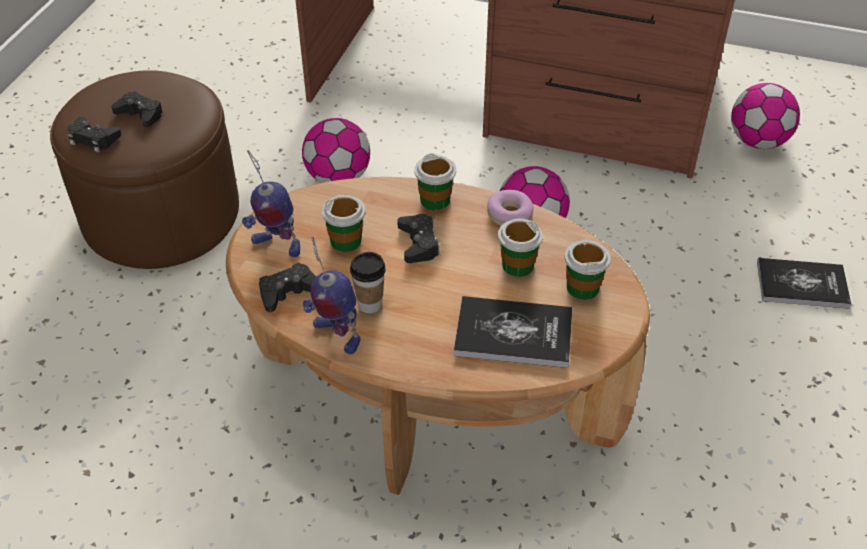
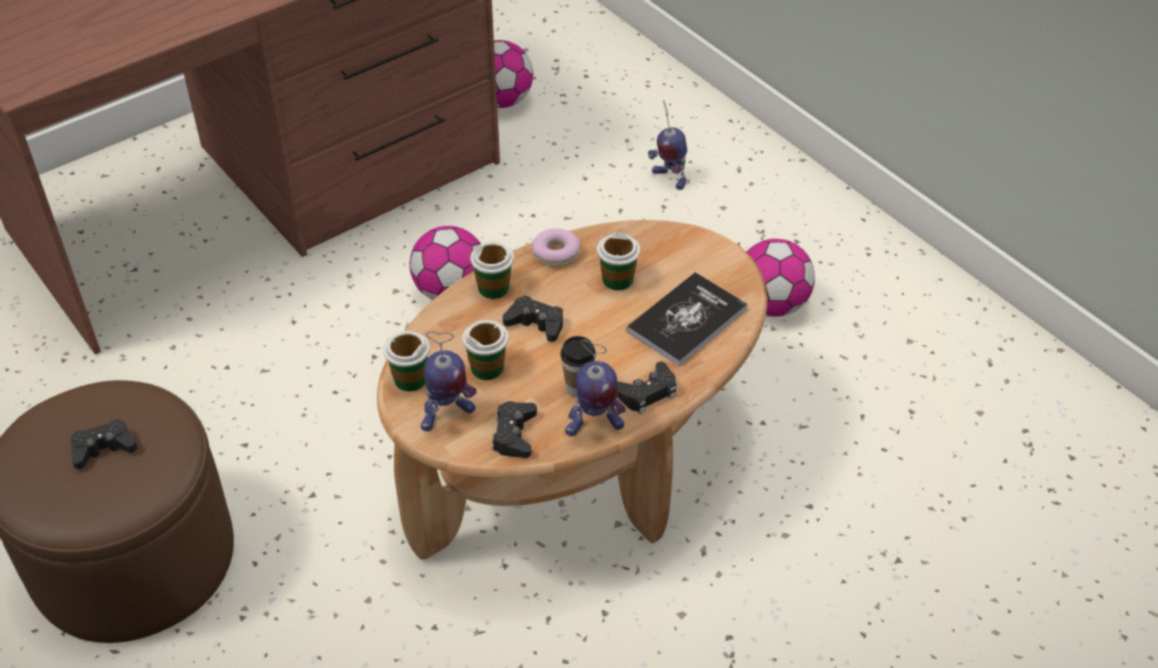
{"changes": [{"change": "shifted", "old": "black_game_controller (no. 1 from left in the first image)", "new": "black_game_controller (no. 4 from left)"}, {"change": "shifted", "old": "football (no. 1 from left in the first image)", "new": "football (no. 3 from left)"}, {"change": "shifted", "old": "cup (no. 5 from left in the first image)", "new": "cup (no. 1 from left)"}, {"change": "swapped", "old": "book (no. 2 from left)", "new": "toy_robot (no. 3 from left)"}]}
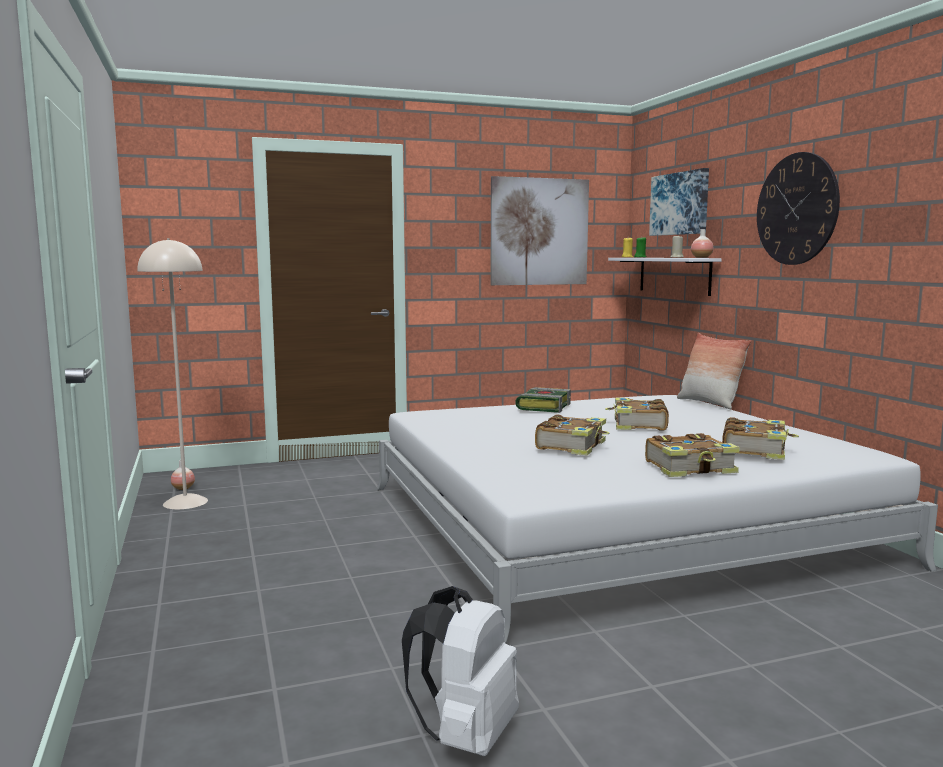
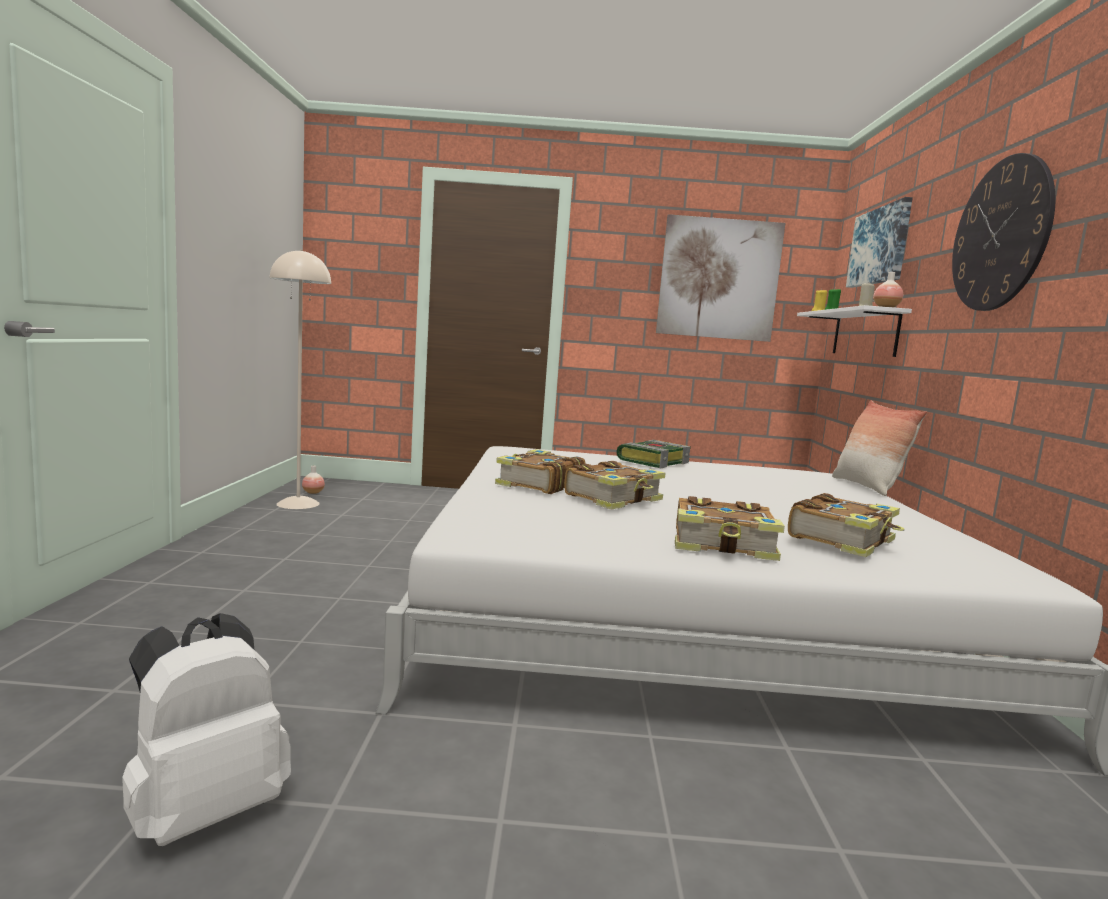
{"changes": [{"change": "shifted", "old": "book (no. 3 from left in the first image)", "new": "book (no. 1 from left)"}]}
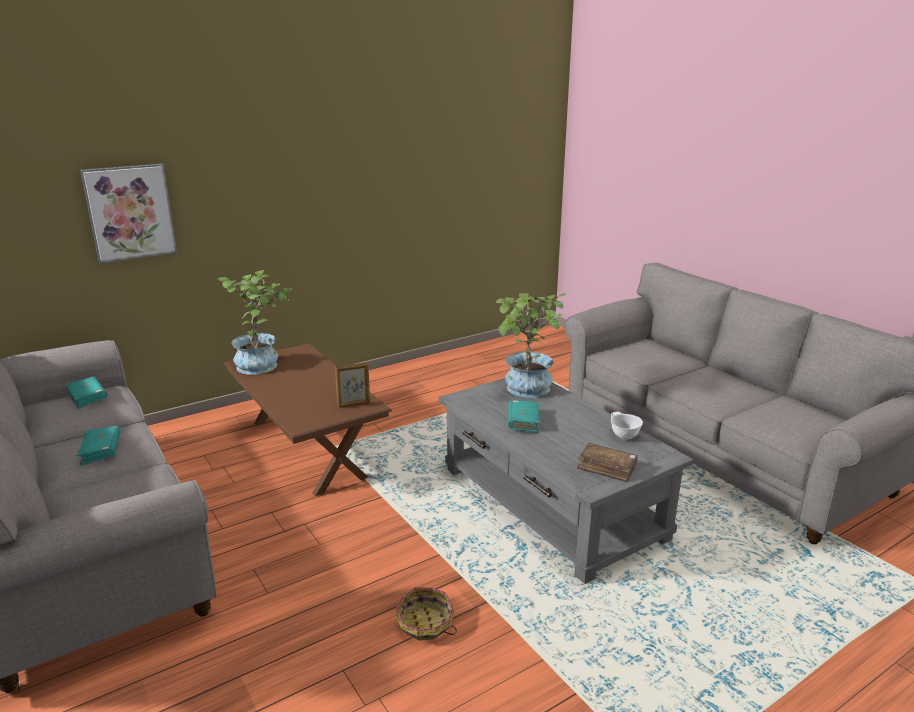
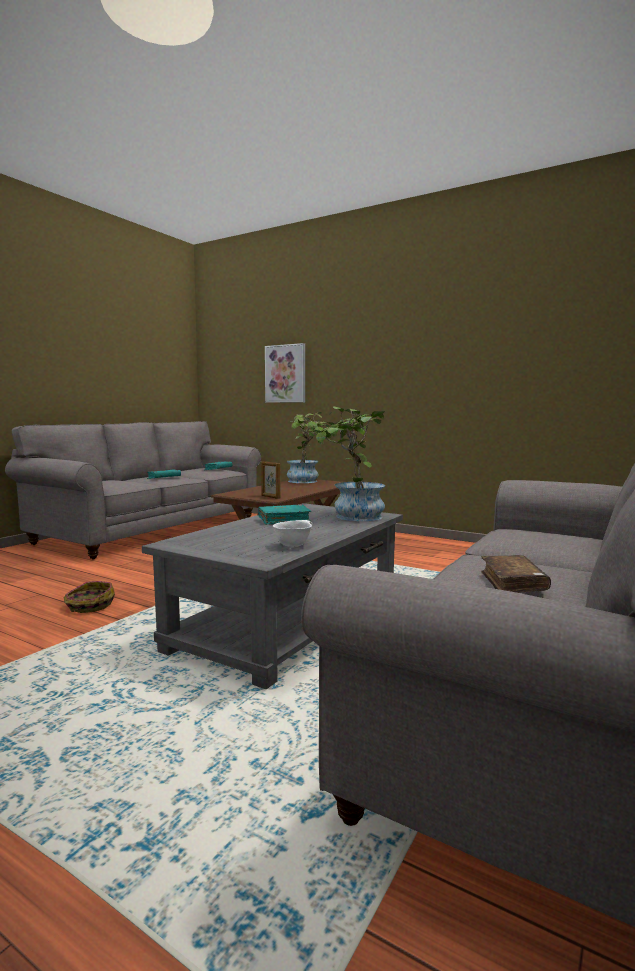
{"changes": [{"change": "shifted", "old": "brown_book"}]}
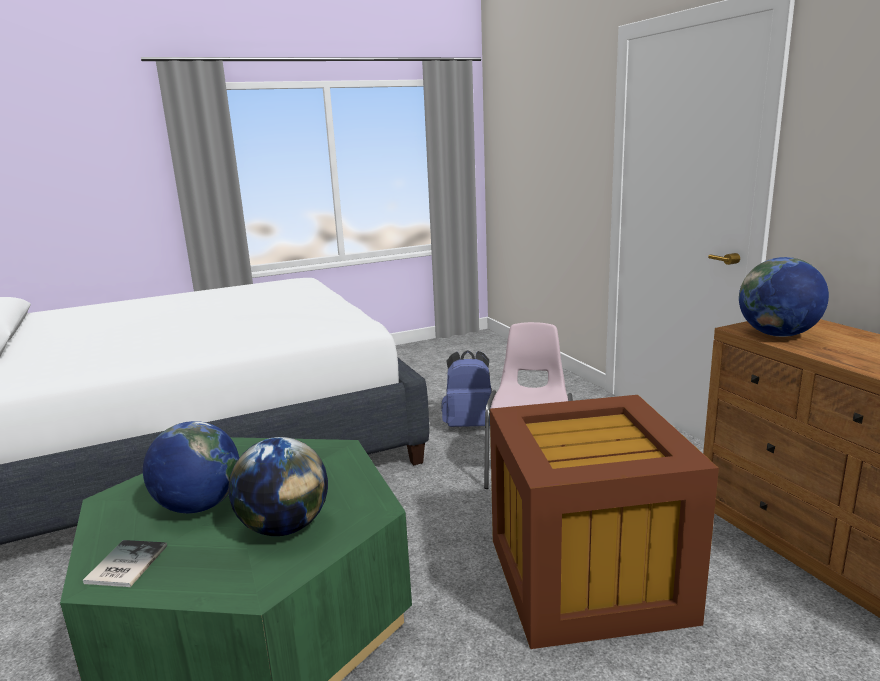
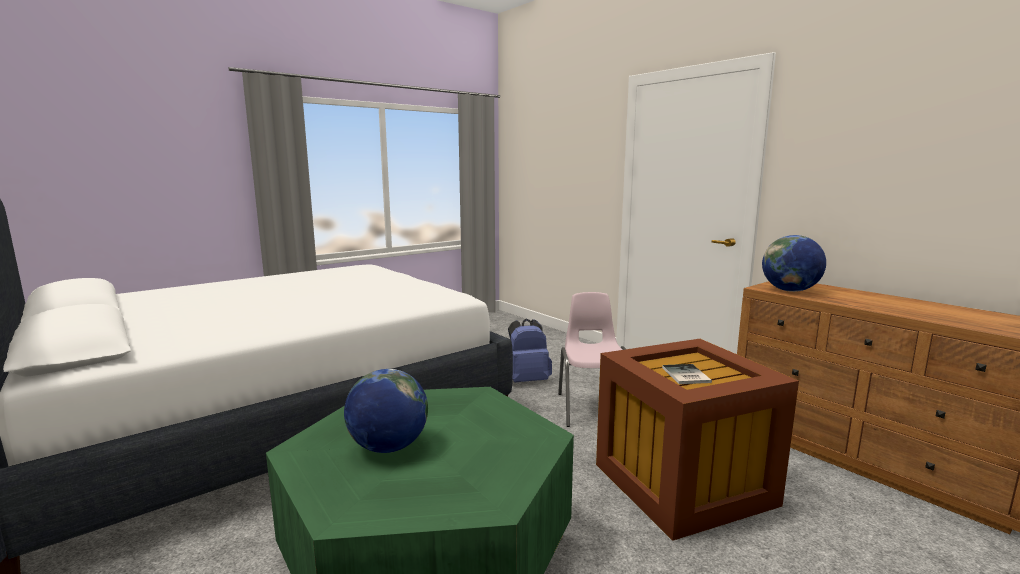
{"changes": [{"change": "gone", "old": "globe (no. 2 from left)"}, {"change": "shifted", "old": "book"}]}
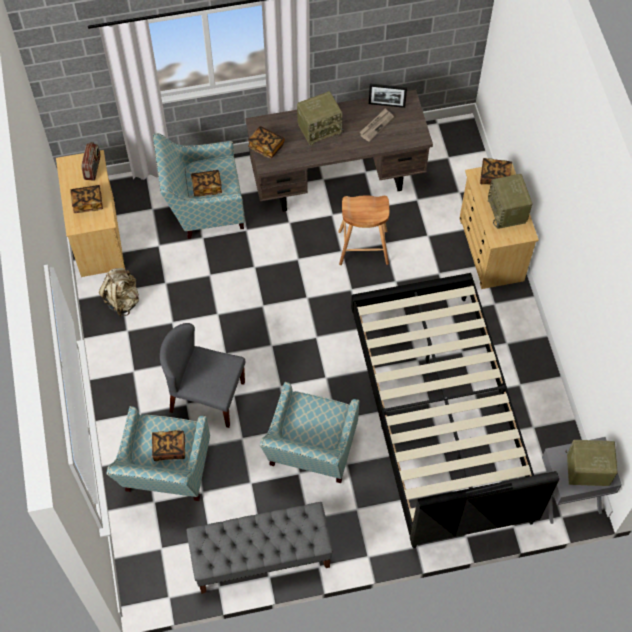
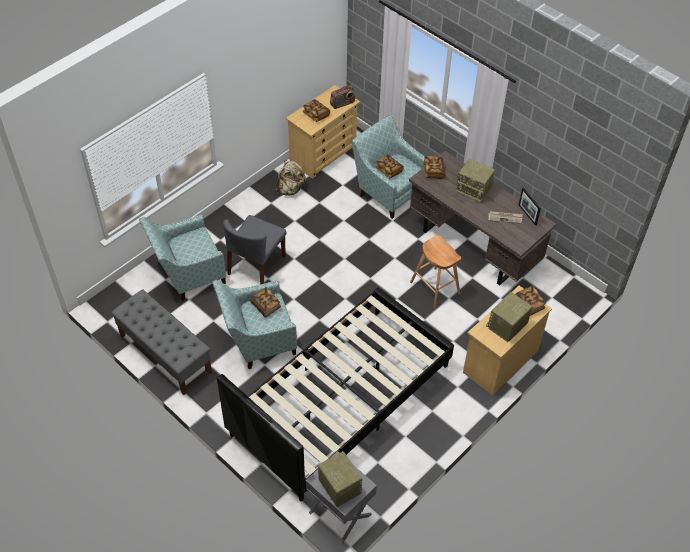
{"changes": [{"change": "rotated", "old": "grey_chair", "degrees": -135}, {"change": "shifted", "old": "book (no. 2 from left in the first image)", "new": "book (no. 1 from left)"}]}
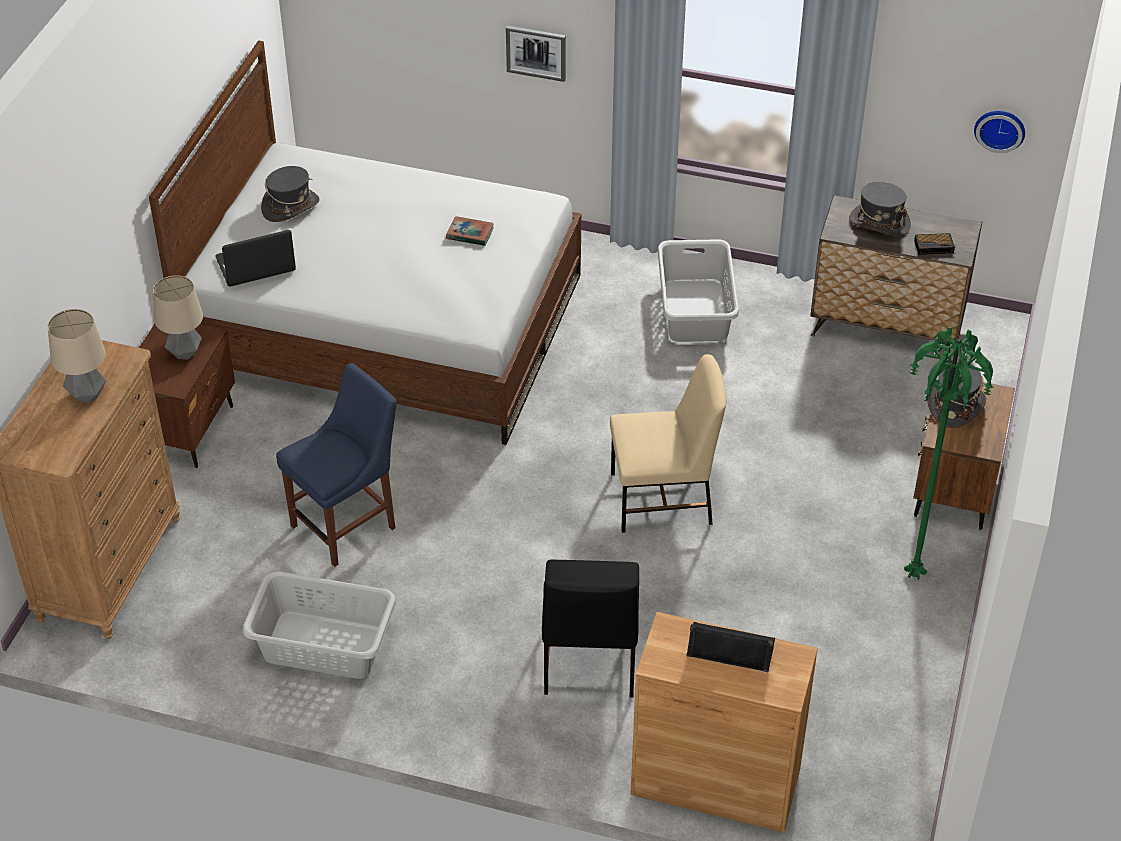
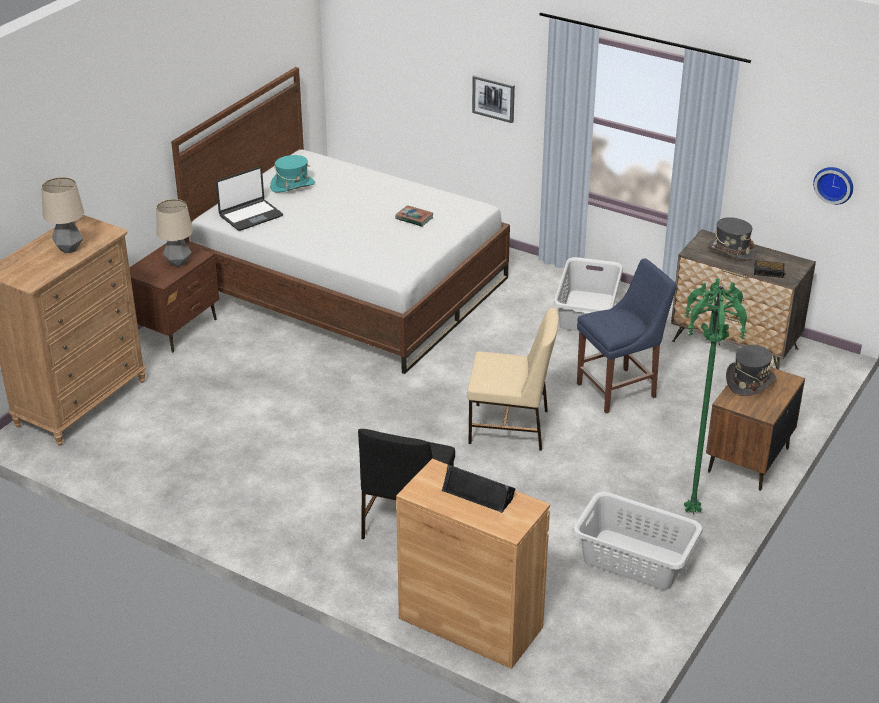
{"changes": [{"change": "repainted", "old": "grey_hat (no. 1 from left)", "new": "turquoise_hat"}, {"change": "rotated", "old": "laptop", "degrees": 150}, {"change": "shifted", "old": "blue_chair"}, {"change": "shifted", "old": "grey_laundry_basket (no. 1 from left in the first image)", "new": "grey_laundry_basket (no. 2 from left)"}]}
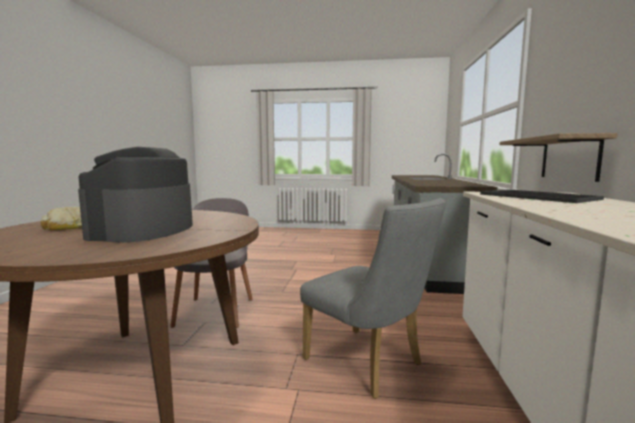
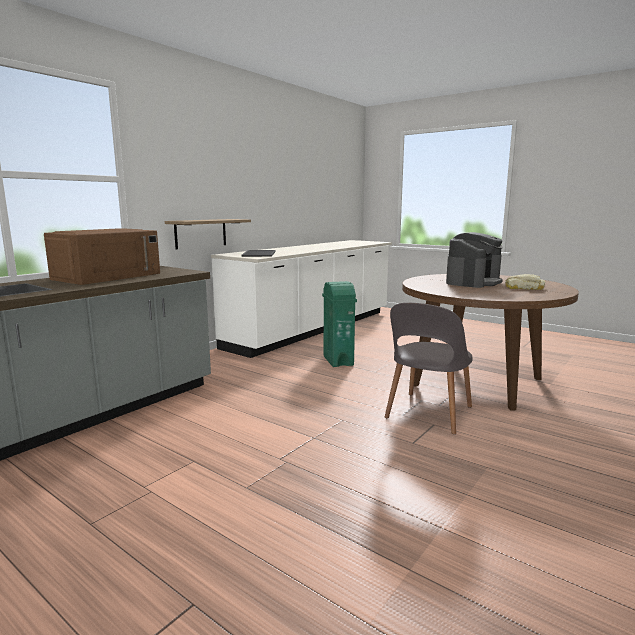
{"changes": [{"change": "swapped", "old": "grey_chair (no. 2 from left)", "new": "green_trash_can"}, {"change": "new", "new": "brown_microwave"}]}
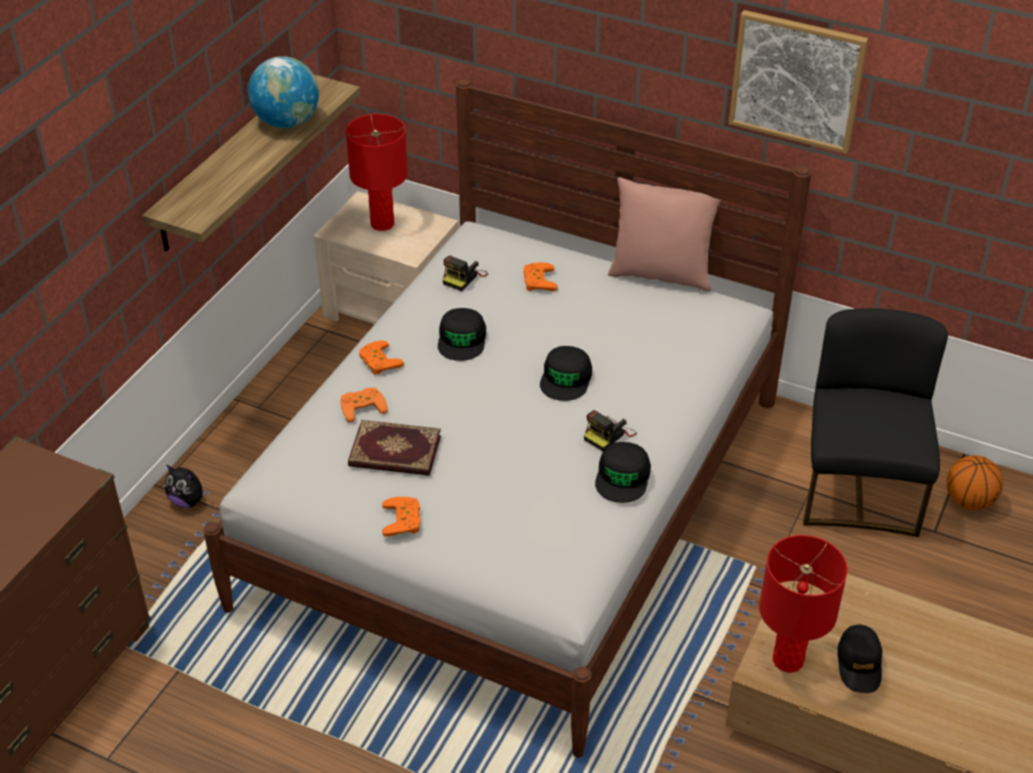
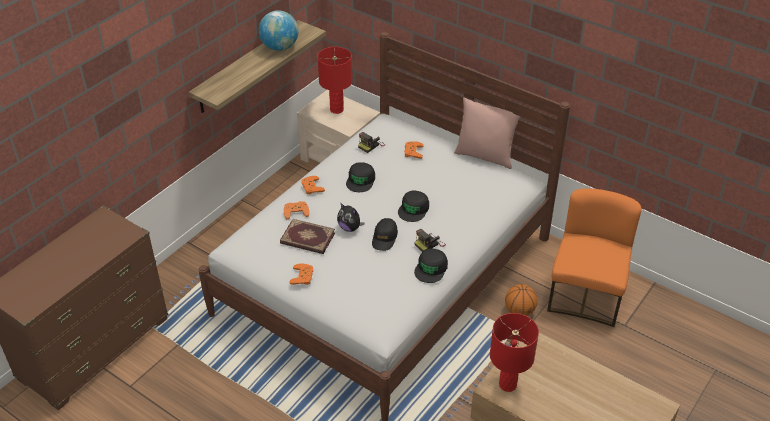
{"changes": [{"change": "gone", "old": "picture"}, {"change": "repainted", "old": "black_chair", "new": "orange_chair"}, {"change": "shifted", "old": "basketball"}, {"change": "shifted", "old": "plush_toy"}, {"change": "shifted", "old": "black_cap (no. 4 from left in the first image)", "new": "black_cap (no. 2 from left)"}]}
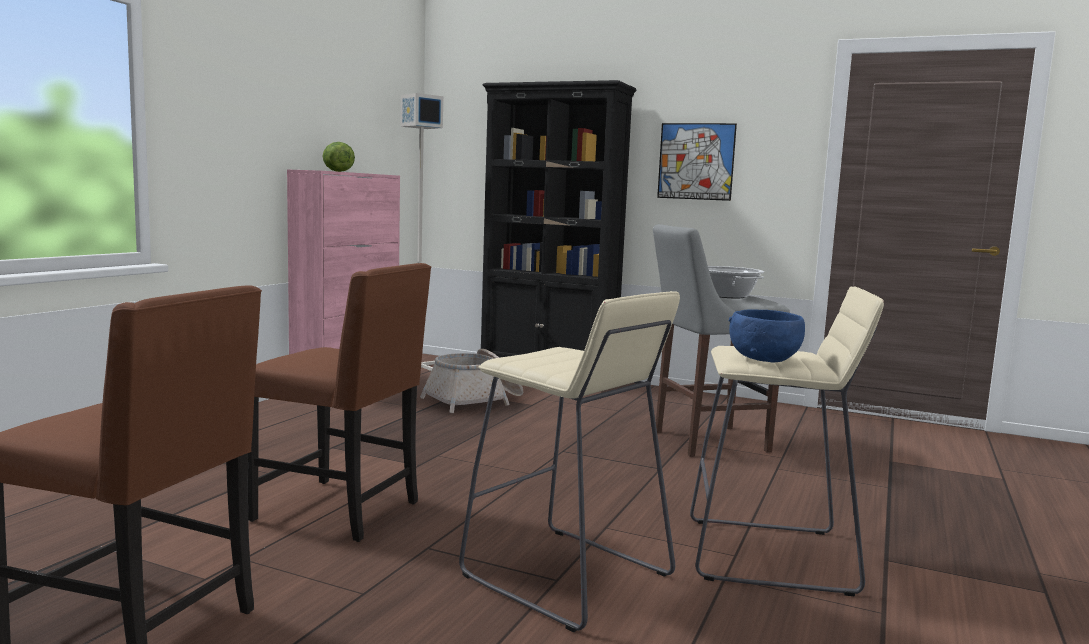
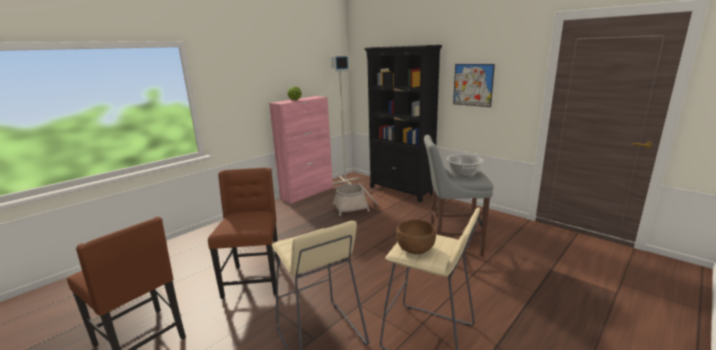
{"changes": [{"change": "rotated", "old": "brown_chair (no. 2 from left)", "degrees": -135}, {"change": "repainted", "old": "blue_bowl", "new": "brown_bowl"}]}
